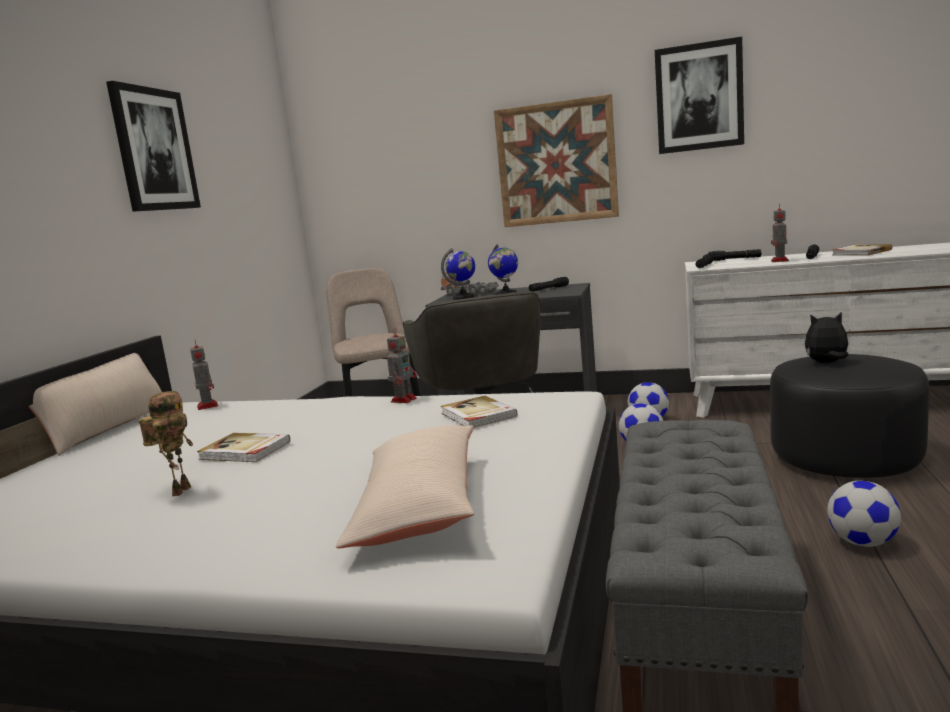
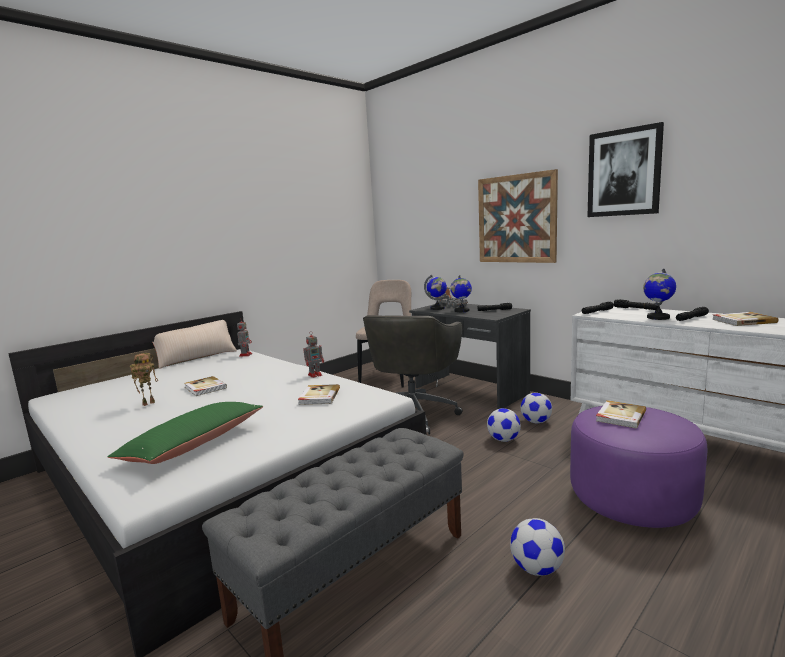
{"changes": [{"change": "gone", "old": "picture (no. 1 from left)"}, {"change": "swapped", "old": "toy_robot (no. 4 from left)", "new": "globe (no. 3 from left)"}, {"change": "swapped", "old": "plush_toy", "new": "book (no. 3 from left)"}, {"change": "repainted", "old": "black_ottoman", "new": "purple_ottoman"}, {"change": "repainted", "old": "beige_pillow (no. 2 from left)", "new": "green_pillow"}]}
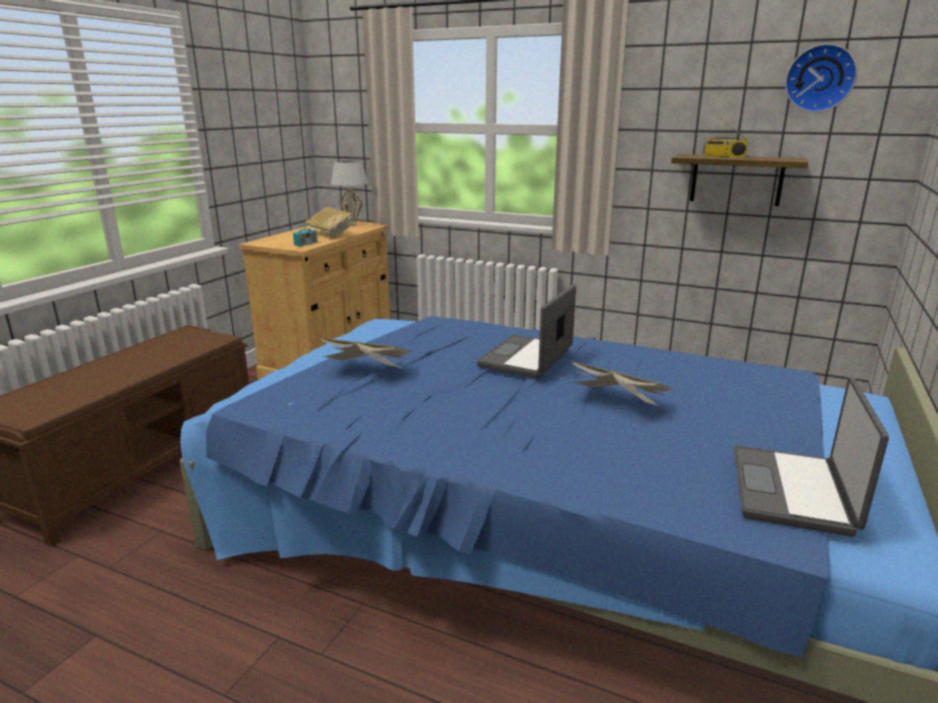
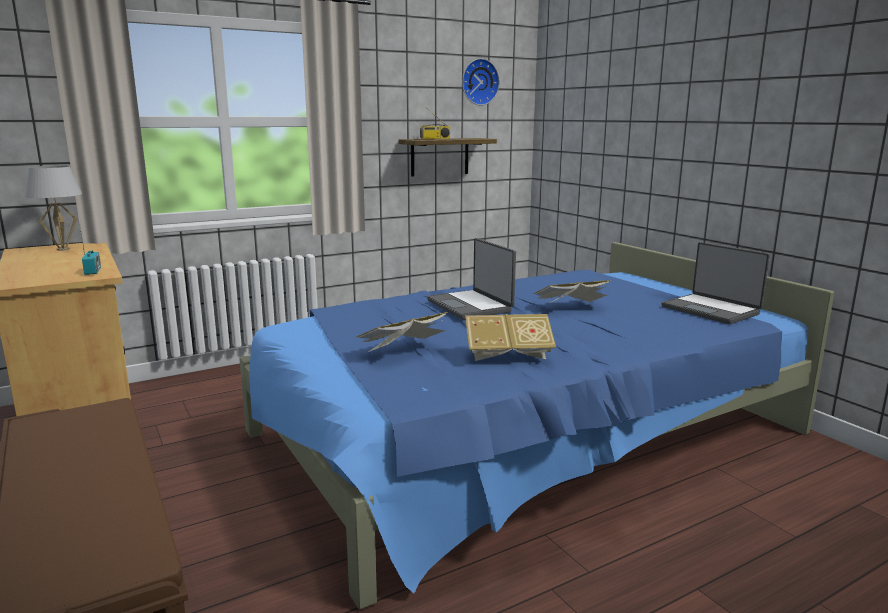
{"changes": [{"change": "shifted", "old": "book (no. 1 from left in the first image)", "new": "book (no. 2 from left)"}]}
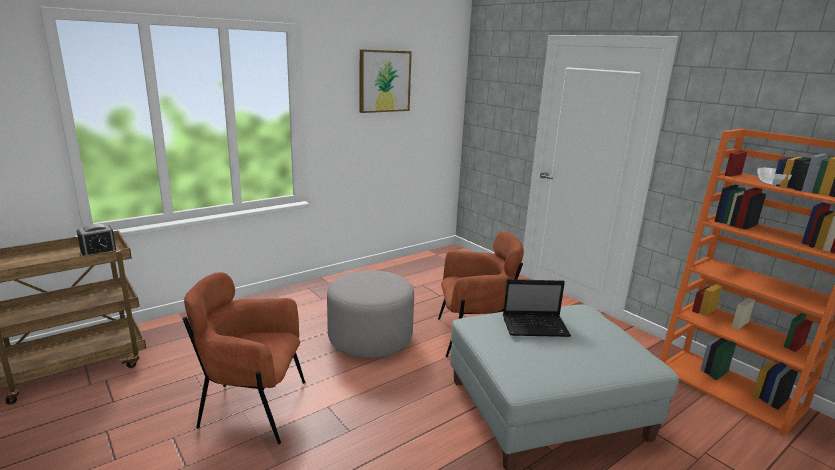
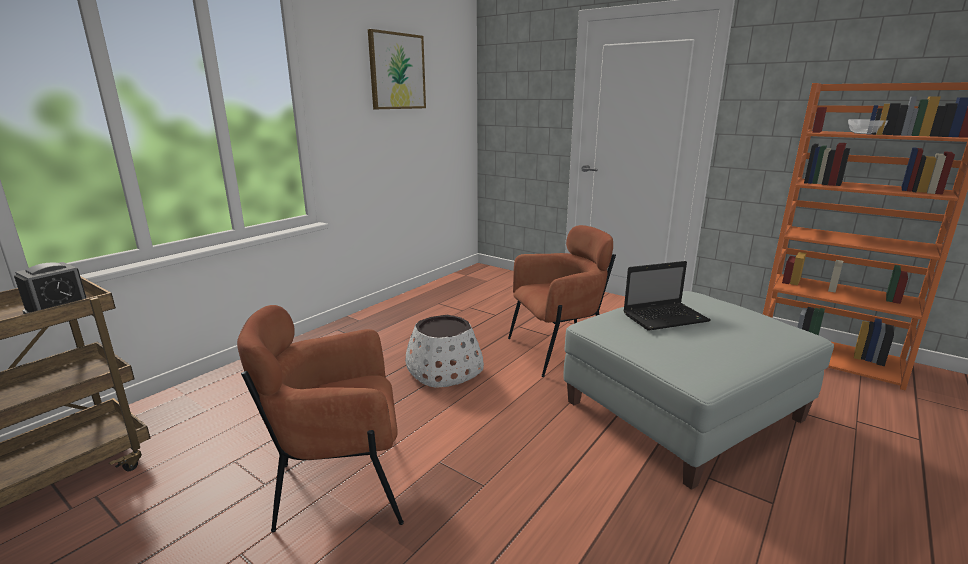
{"changes": [{"change": "swapped", "old": "grey_ottoman (no. 1 from left)", "new": "white_planter"}]}
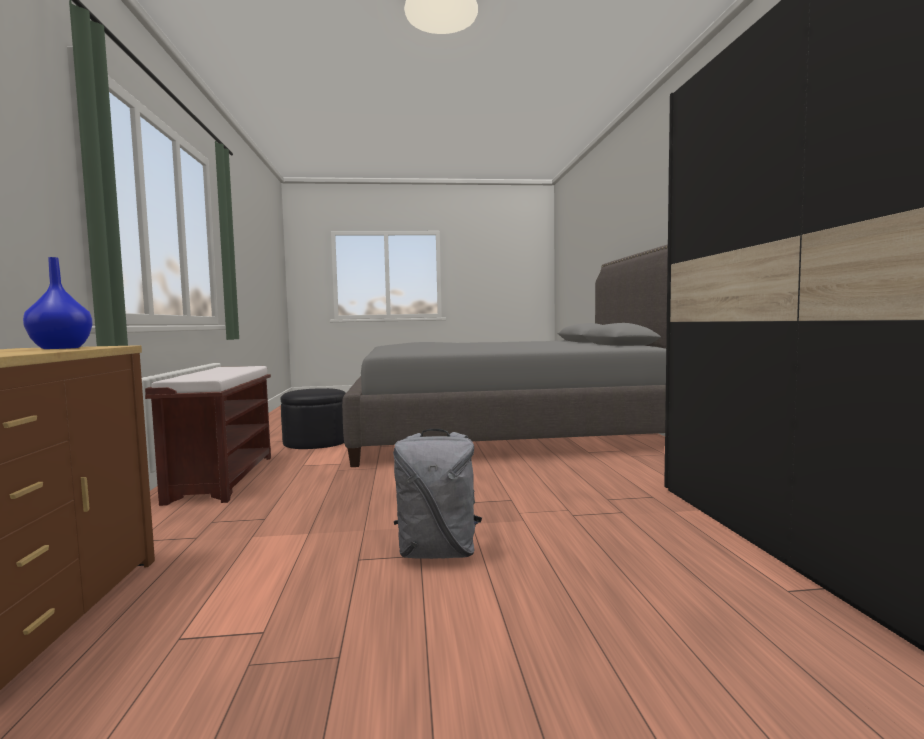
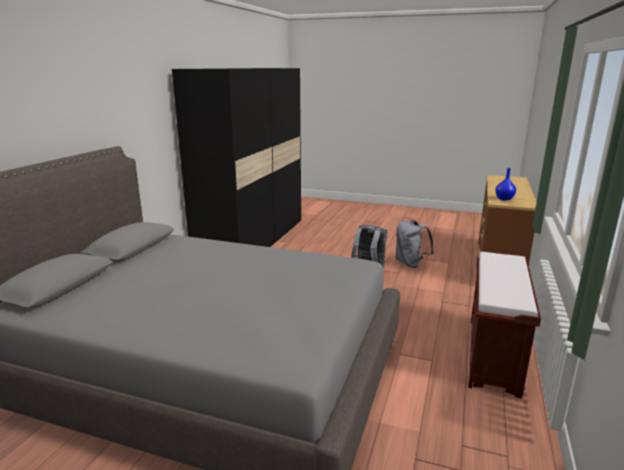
{"changes": [{"change": "gone", "old": "black_ottoman"}, {"change": "new", "new": "grey_backpack (no. 2 from left)"}]}
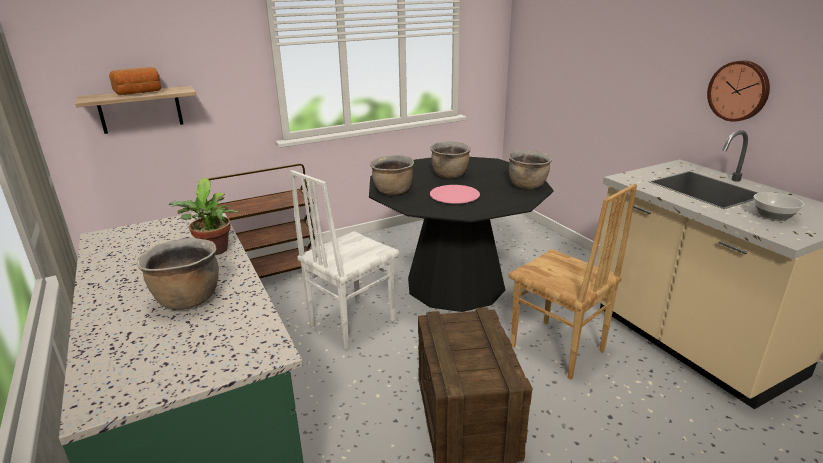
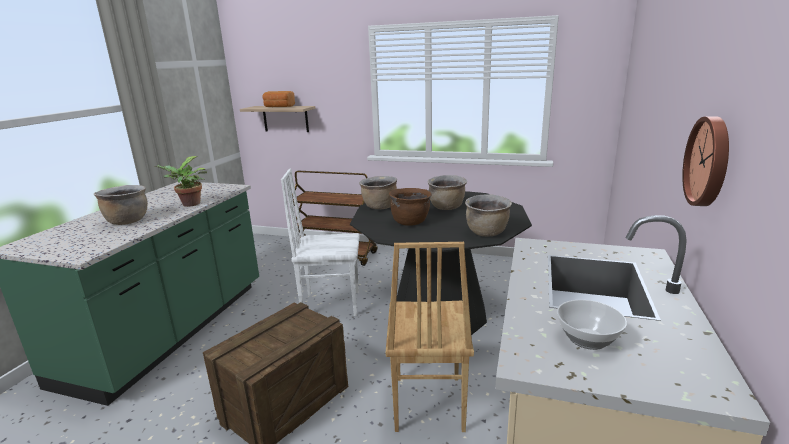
{"changes": [{"change": "swapped", "old": "pink_plate", "new": "brown_cooking_pot (no. 3 from left)"}]}
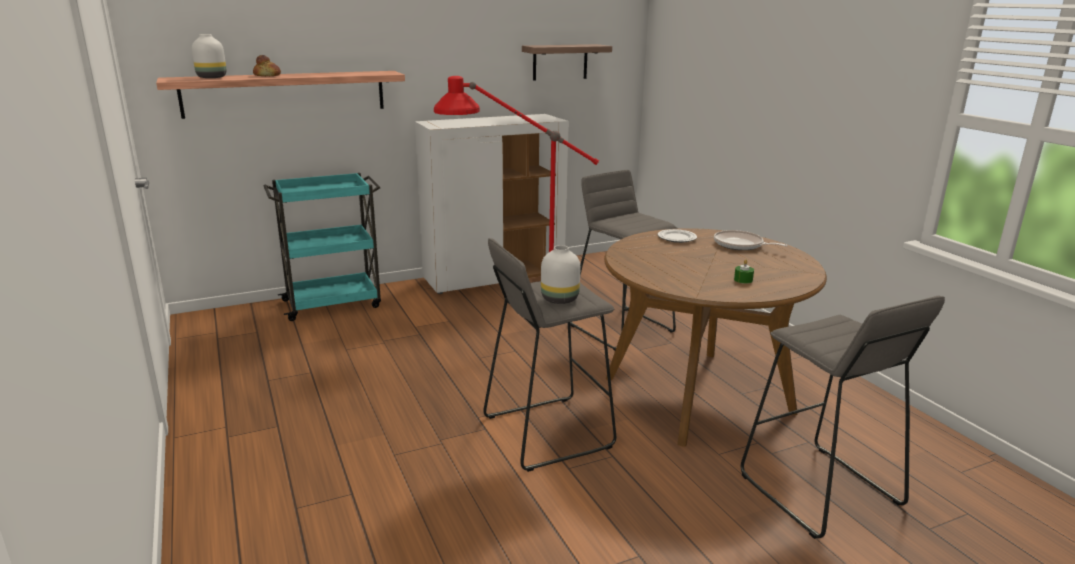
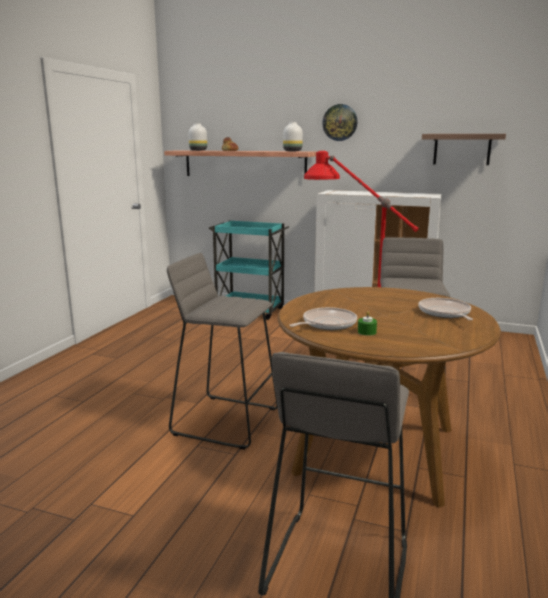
{"changes": [{"change": "gone", "old": "plate"}, {"change": "shifted", "old": "white_vase (no. 2 from left)"}, {"change": "new", "new": "wall_clock"}, {"change": "new", "new": "frying_pan (no. 1 from left)"}]}
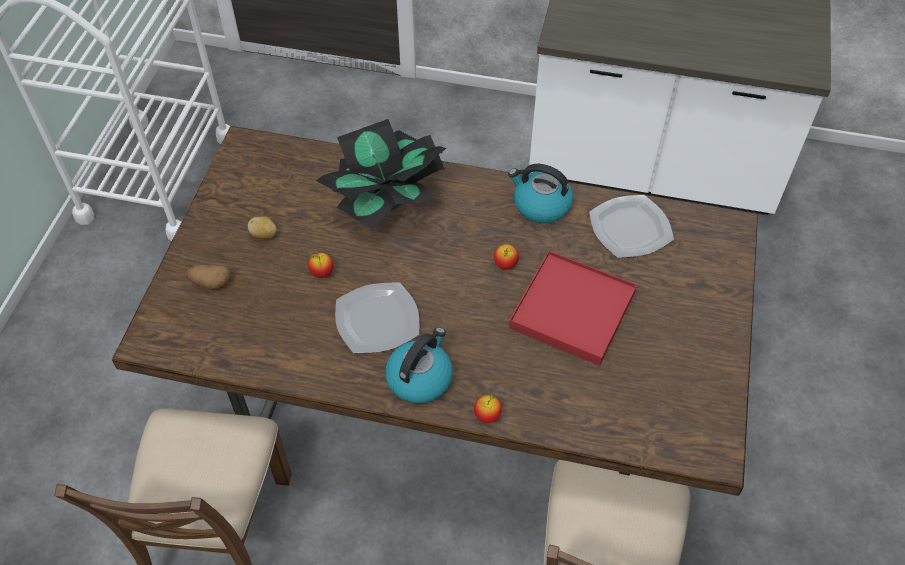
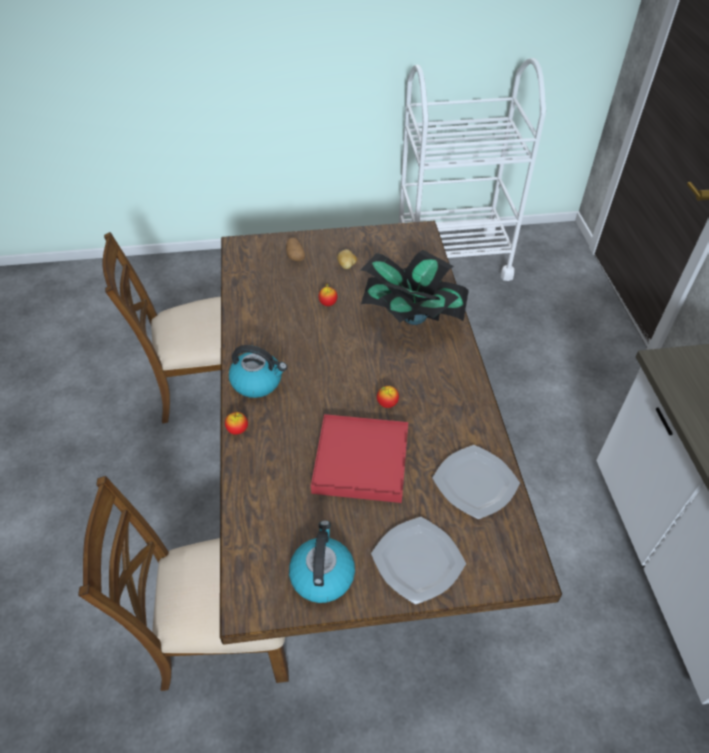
{"changes": [{"change": "shifted", "old": "kettle (no. 2 from left)"}, {"change": "shifted", "old": "plate (no. 1 from left)"}]}
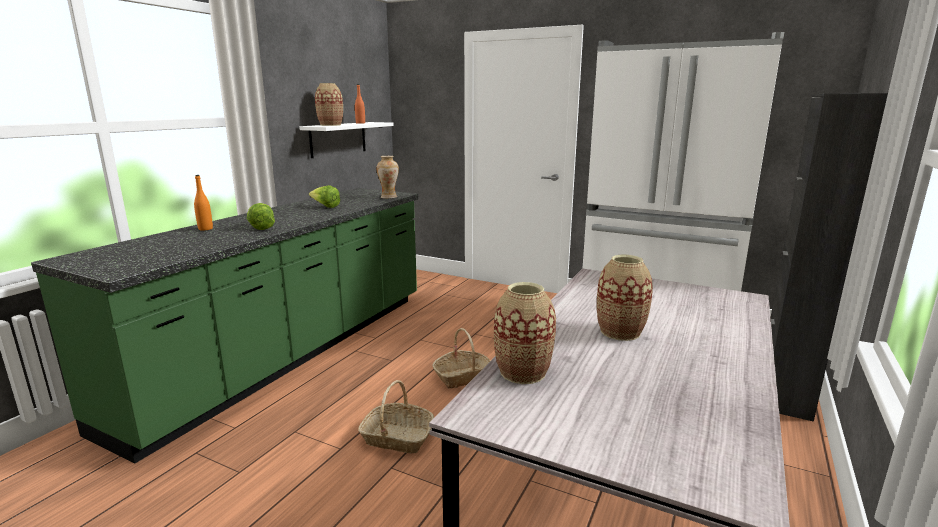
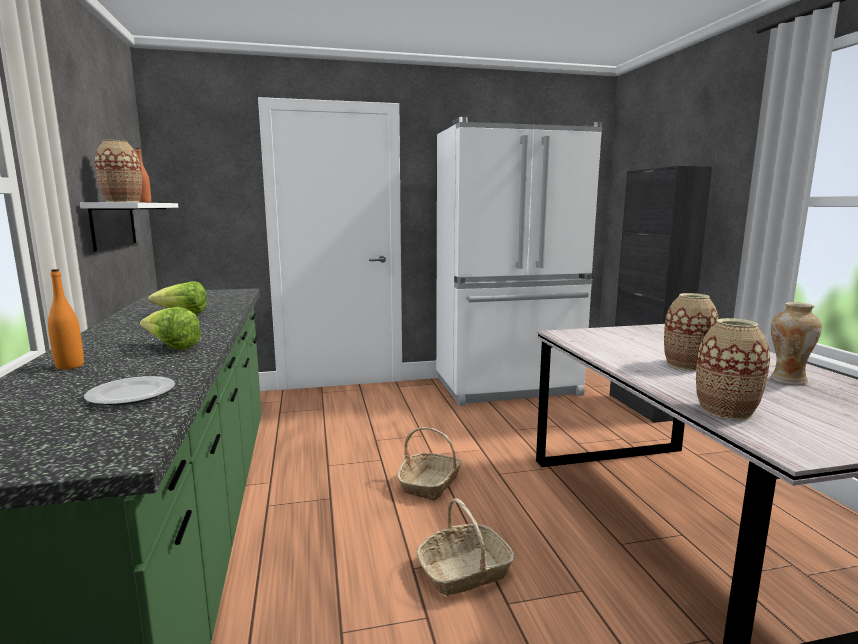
{"changes": [{"change": "shifted", "old": "vase (no. 2 from left in the first image)", "new": "vase (no. 4 from left)"}, {"change": "new", "new": "plate"}]}
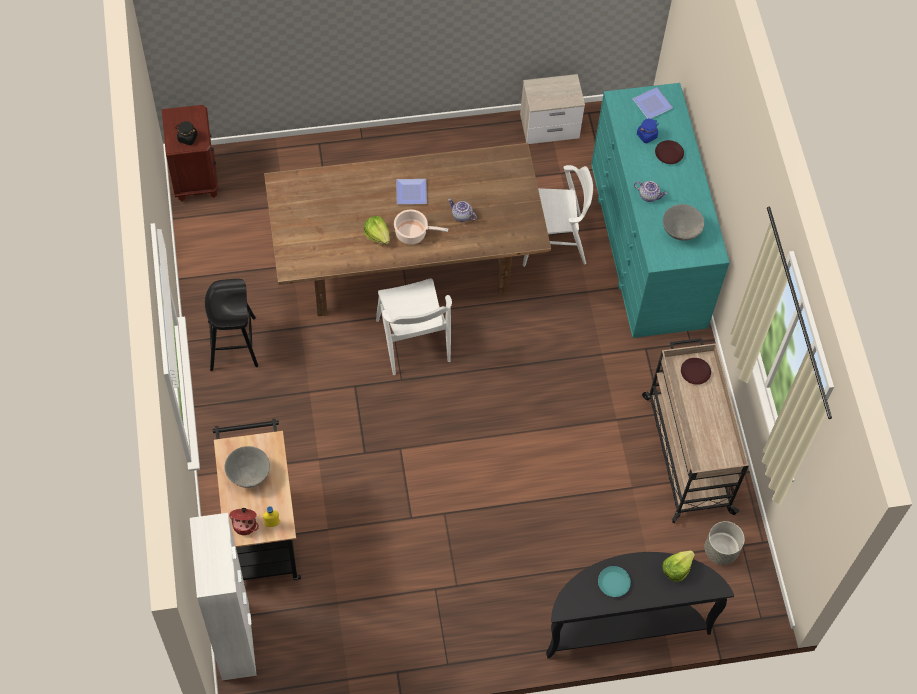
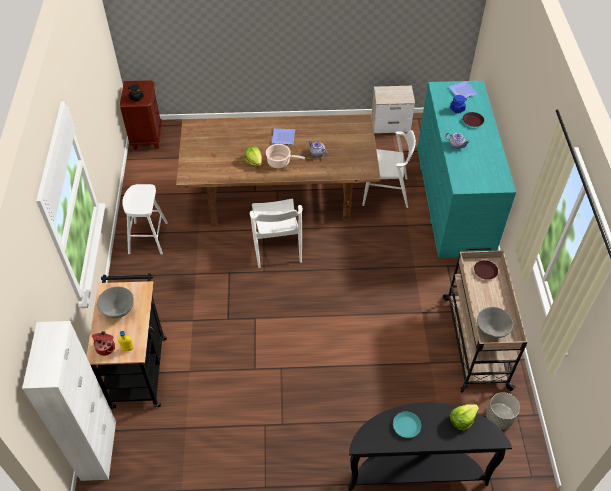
{"changes": [{"change": "shifted", "old": "grey_bowl (no. 2 from left)"}, {"change": "repainted", "old": "black_stool", "new": "white_stool"}]}
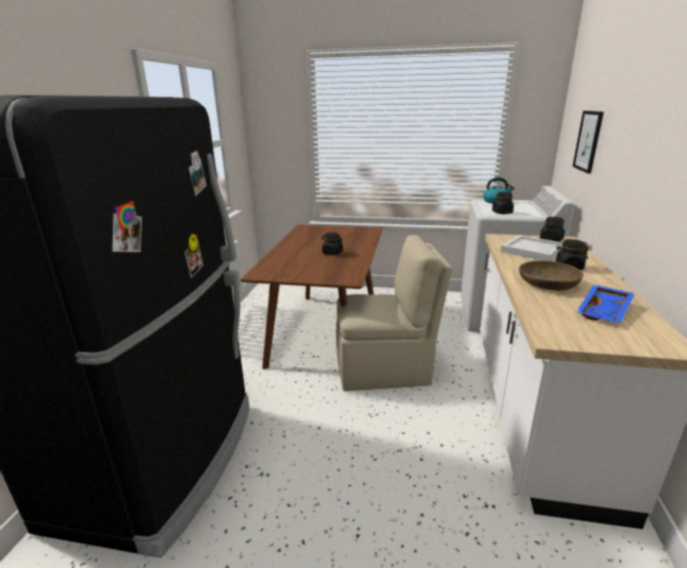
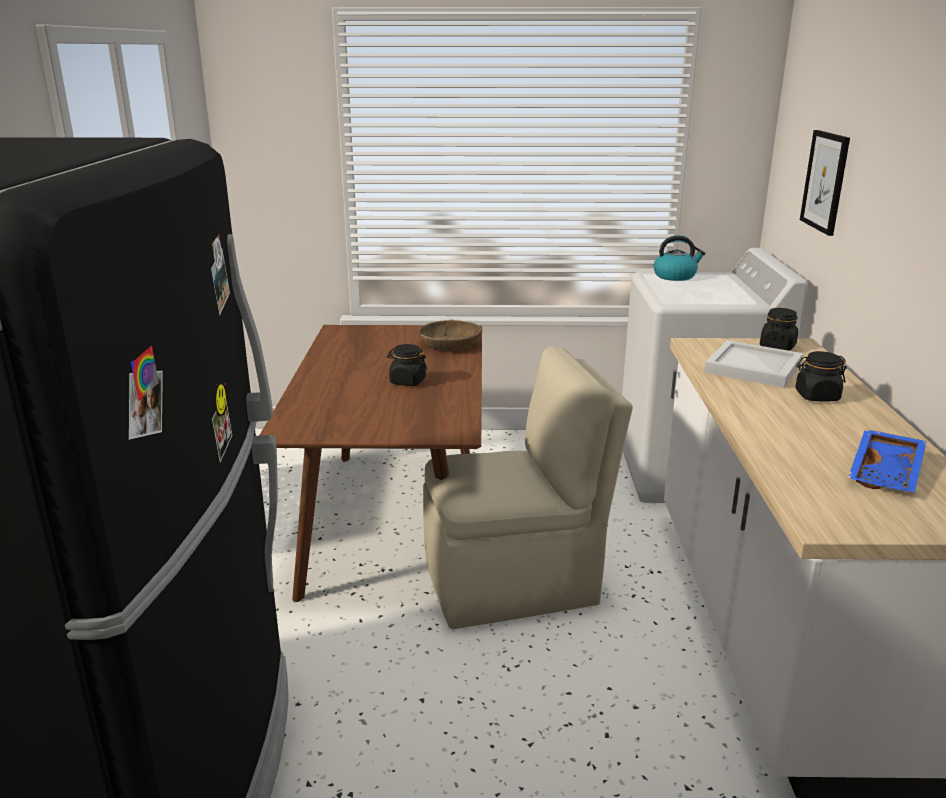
{"changes": [{"change": "gone", "old": "black_jar (no. 2 from left)"}, {"change": "shifted", "old": "brown_bowl"}]}
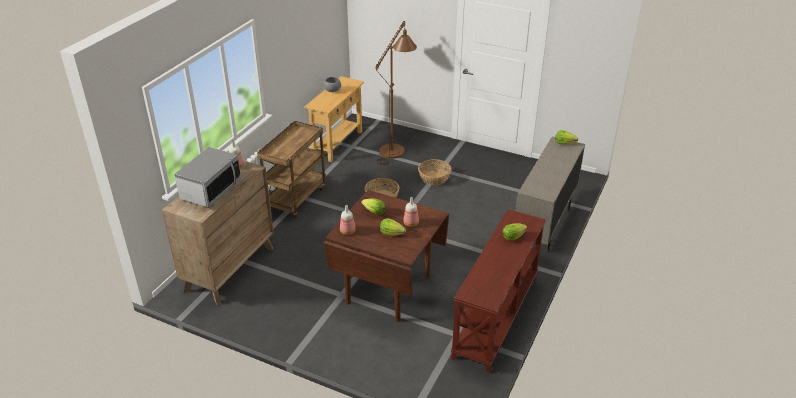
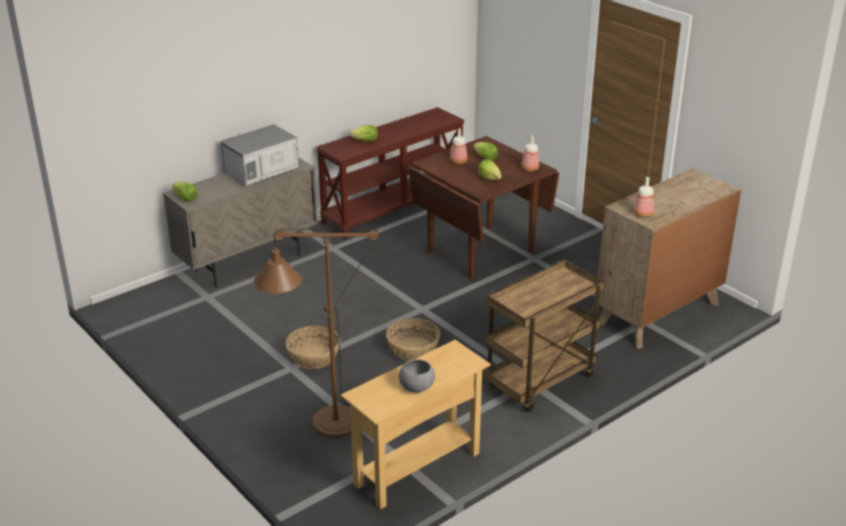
{"changes": [{"change": "shifted", "old": "microwave"}]}
